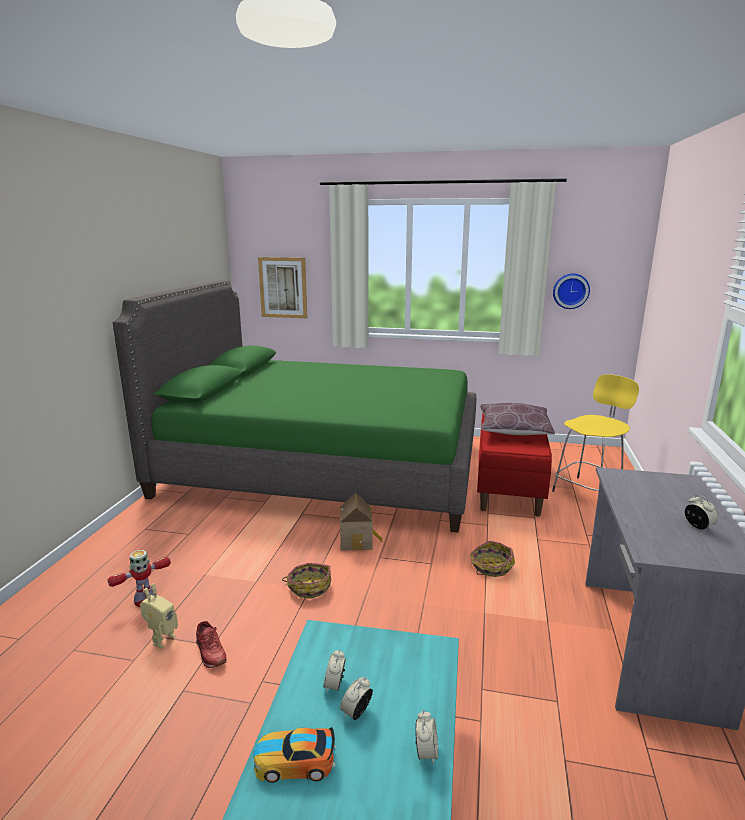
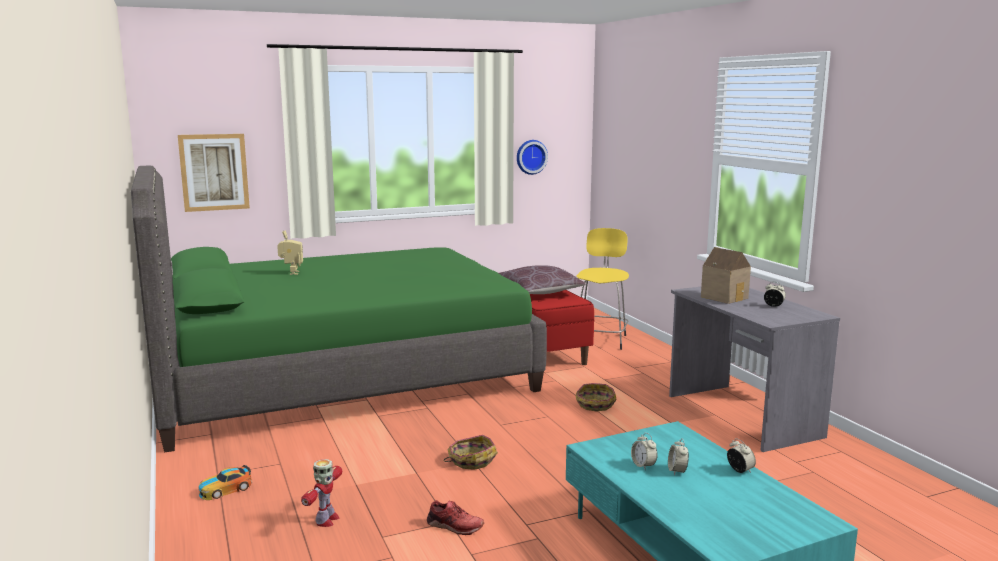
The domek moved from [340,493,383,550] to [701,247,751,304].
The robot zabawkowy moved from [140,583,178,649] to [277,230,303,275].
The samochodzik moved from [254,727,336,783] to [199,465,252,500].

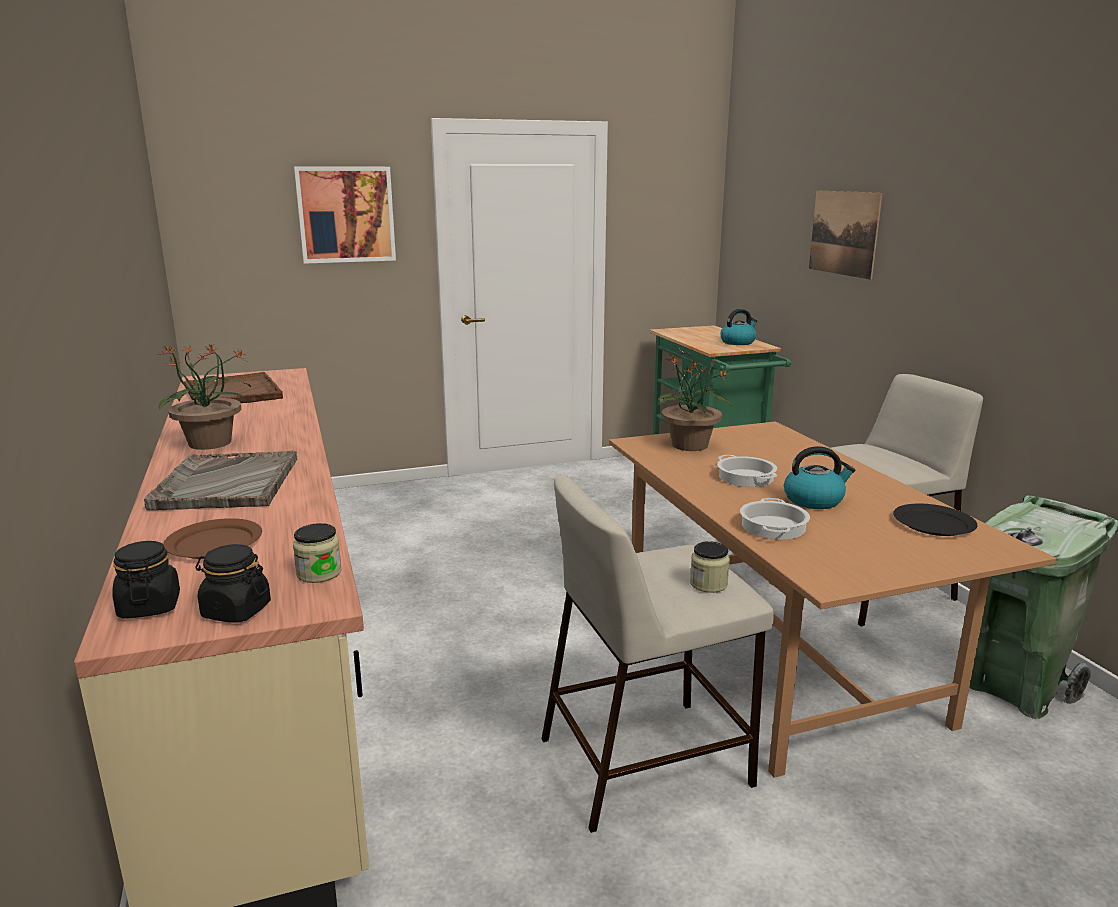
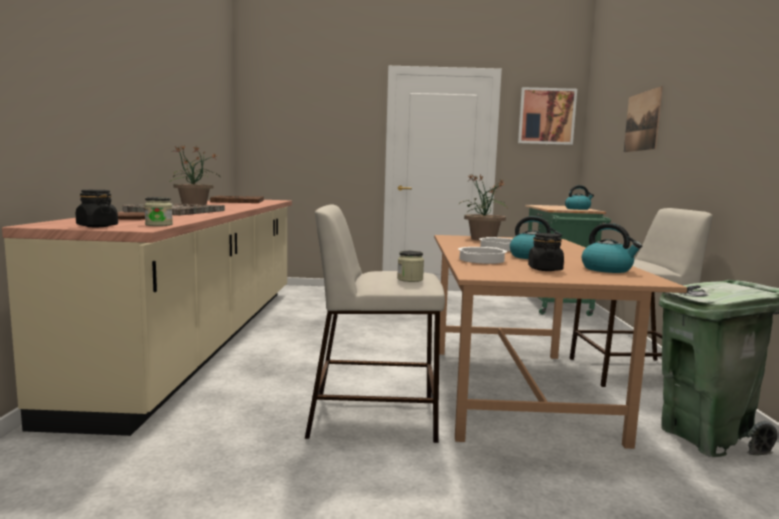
The obraz moved from [294,166,396,264] to [518,87,577,145].
The talerz/czarny at [893,504,977,536] was replaced by the czajnik at [582,223,642,273].
The słoik/czarny moved from [112,541,180,618] to [528,233,564,271].

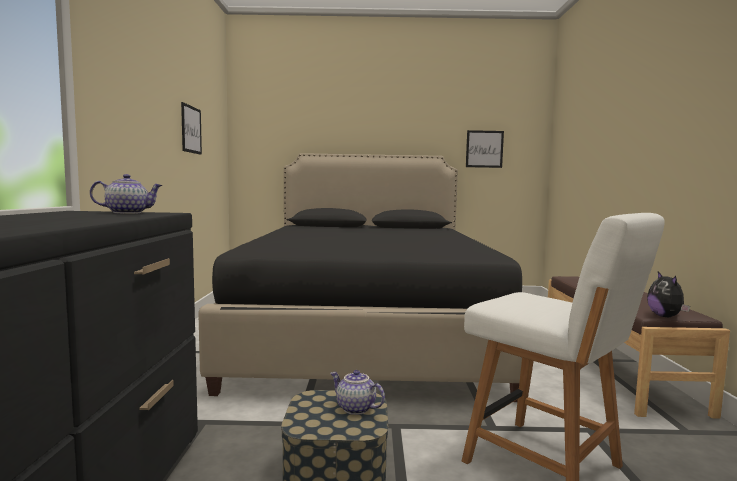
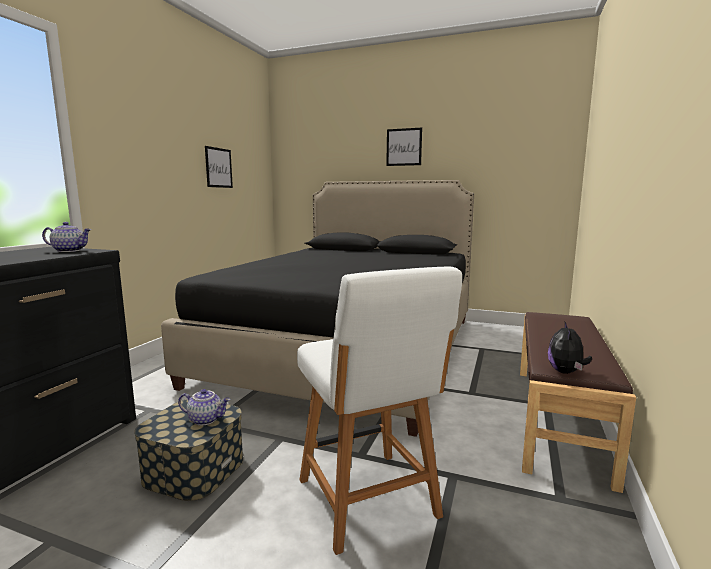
The obraz moved from [466,130,504,168] to [386,128,422,166].
The imbryk at [330,370,385,415] turned 135 degrees clockwise.

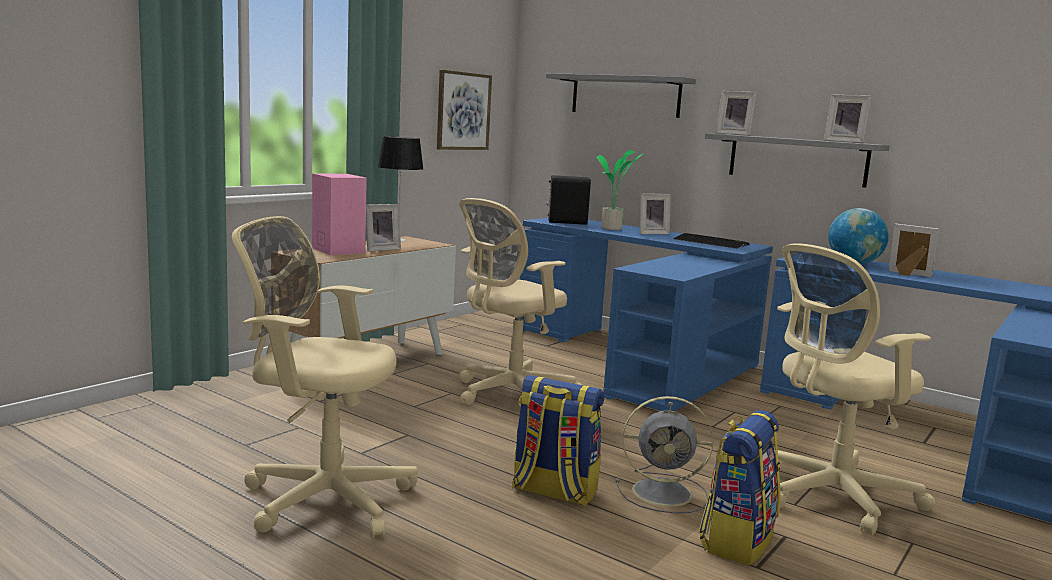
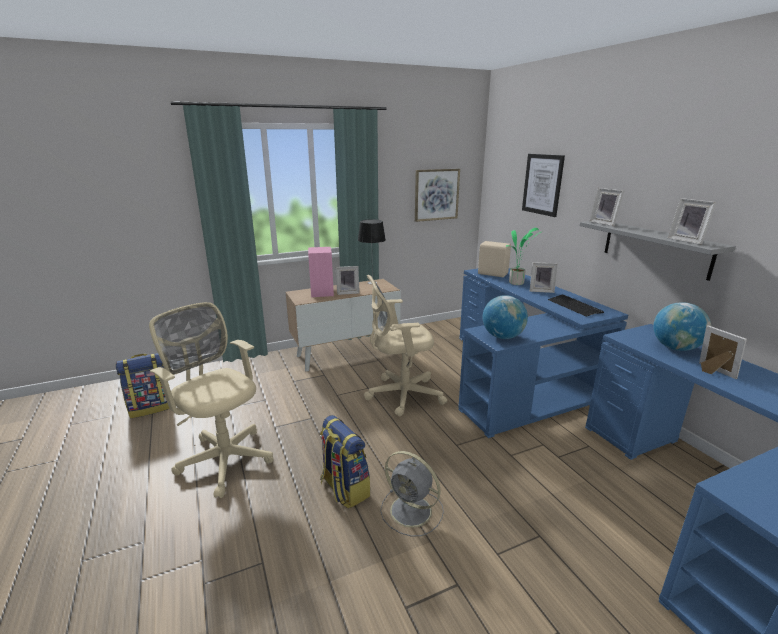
The półka/szary at [546,73,696,118] was replaced by the obraz at [522,154,565,217].
The głośnik/czarny at [546,175,591,225] became the głośnik/beżowy at [478,241,511,277].
The krzesło biurowe/beżowy at [774,243,935,535] disappeared.
The plecak moved from [699,410,780,566] to [115,353,170,419].
The globus at [483,295,528,339] appeared.

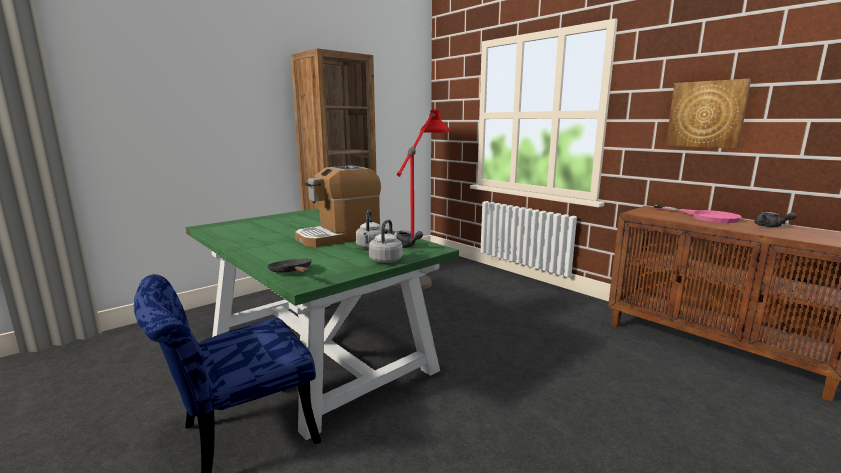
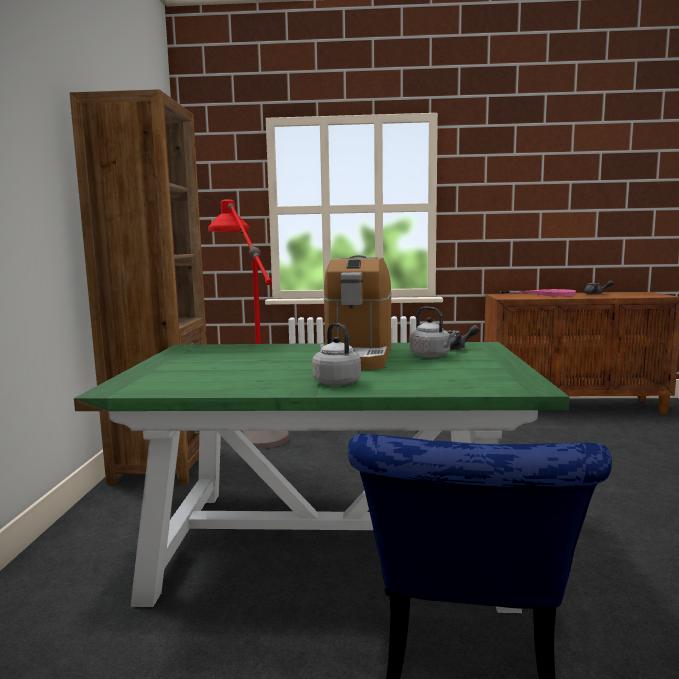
The obraz at [666,79,751,149] disappeared.
The czajnik/szary moved from [369,219,403,263] to [312,323,361,386].
The patelnia/czarny at [267,258,312,272] disappeared.

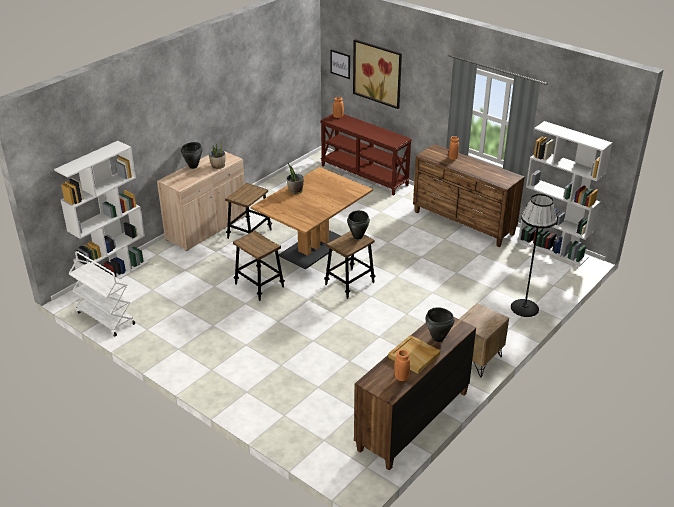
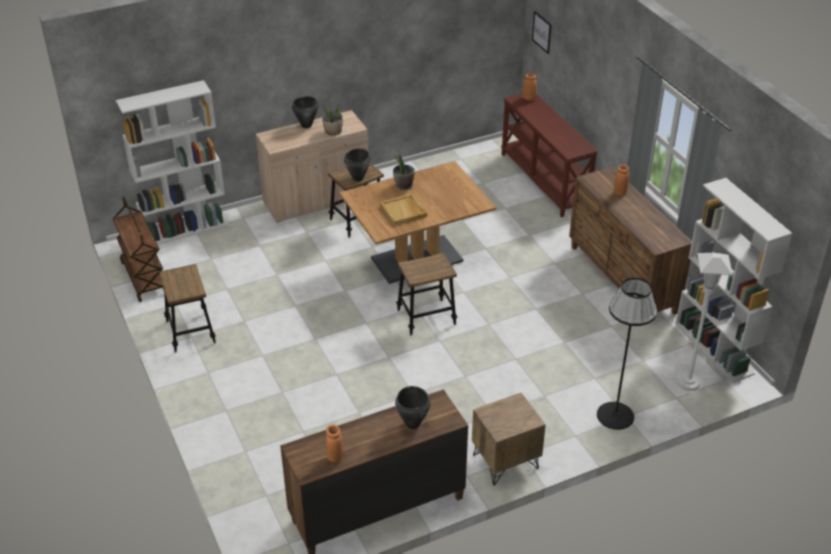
The obraz at [353,39,402,109] disappeared.
The garnek/czarny moved from [347,210,370,239] to [344,148,370,181].
The stołek moved from [233,230,285,301] to [159,264,216,353].
The wózek/biały at [68,251,135,337] became the wózek/brązowy at [113,197,164,302].
The taca/beżowy moved from [388,335,440,374] to [380,194,427,226].
The lampa stojąca/biały at [677,253,732,391] appeared.

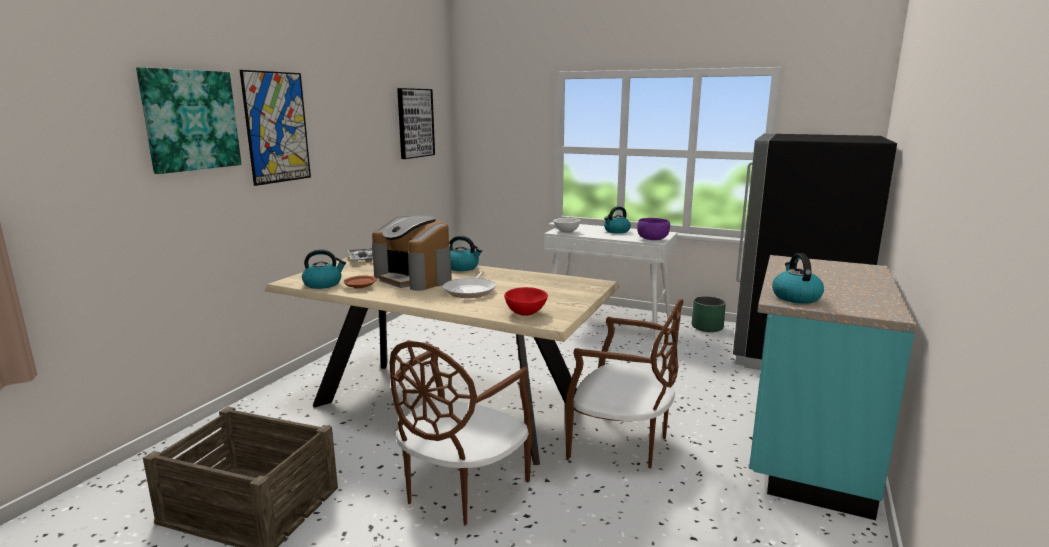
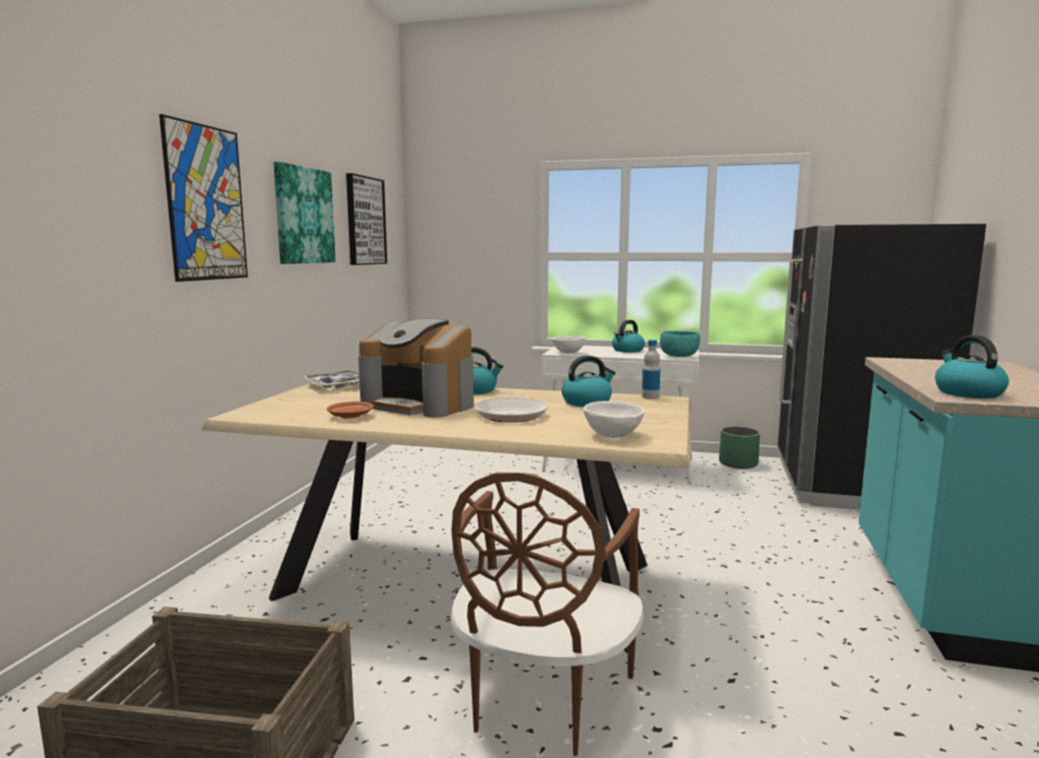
The obraz moved from [136,67,241,174] to [274,162,336,264].
The miska/fioletowy at [637,218,670,240] became the miska/turkusowy at [660,331,700,357].
The czajnik moved from [302,249,346,289] to [562,355,615,407].
The miska/czerwony at [504,287,548,316] became the miska/biały at [583,401,645,438].
The krzesło/brązowy at [565,299,683,468] disappeared.
The butelka at [642,340,660,399] appeared.

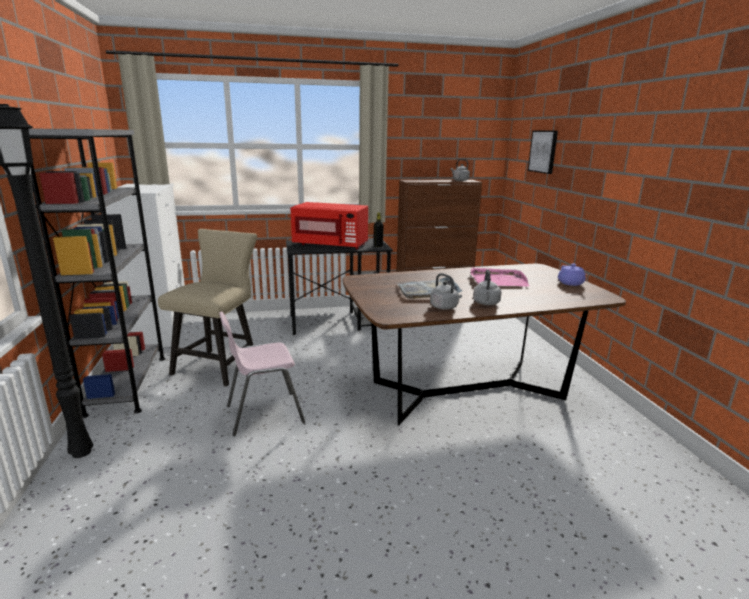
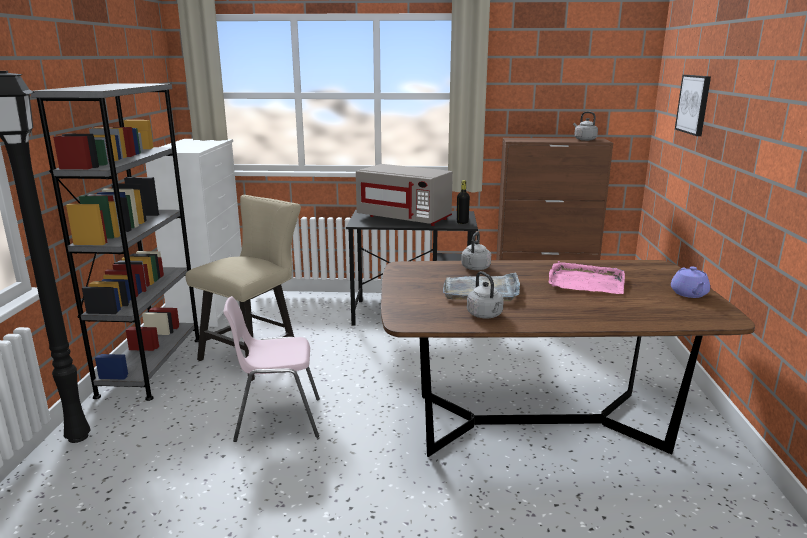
The mikrofalówka/czerwony at [290,202,368,249] became the mikrofalówka/szary at [356,164,453,226].
The czajnik/szary moved from [473,270,502,305] to [461,232,491,270].

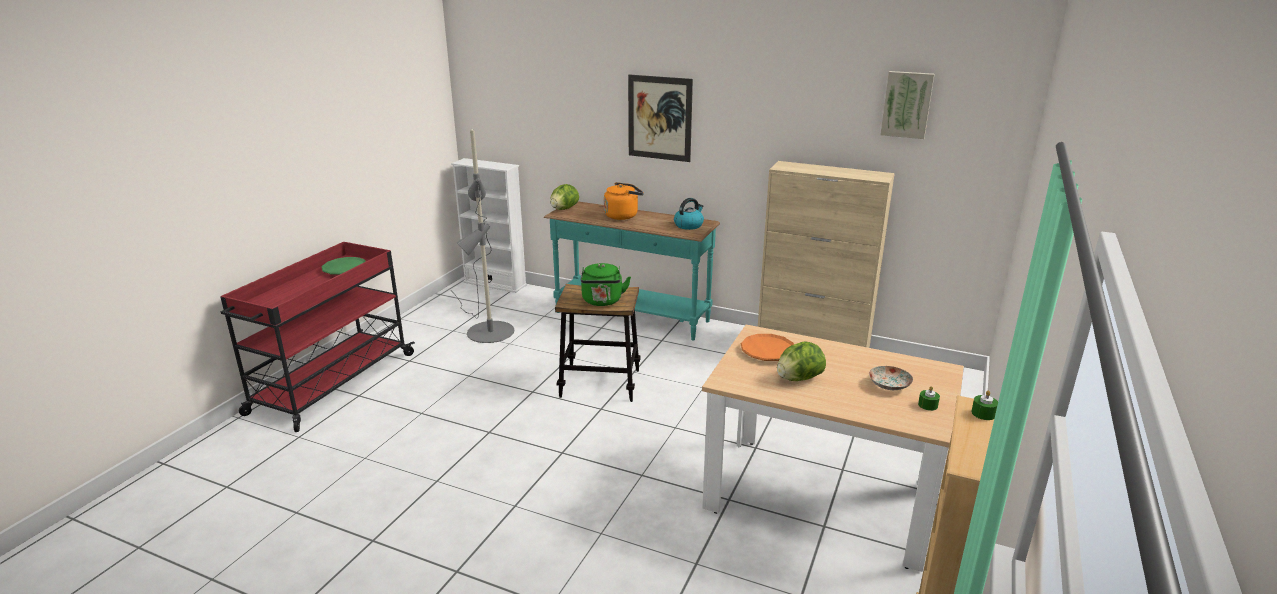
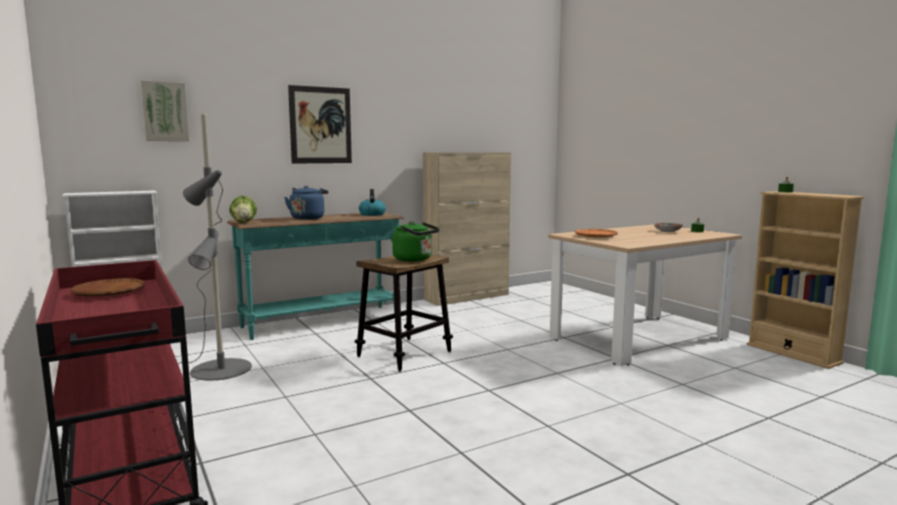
The obraz moved from [880,71,935,139] to [141,81,189,141].
The czajnik/pomarańczowy at [604,182,644,220] became the czajnik/niebieski at [284,186,328,220].
The talerz/zielony at [322,257,366,275] became the talerz/brązowy at [70,278,146,297].
The sałata at [777,341,826,381] disappeared.

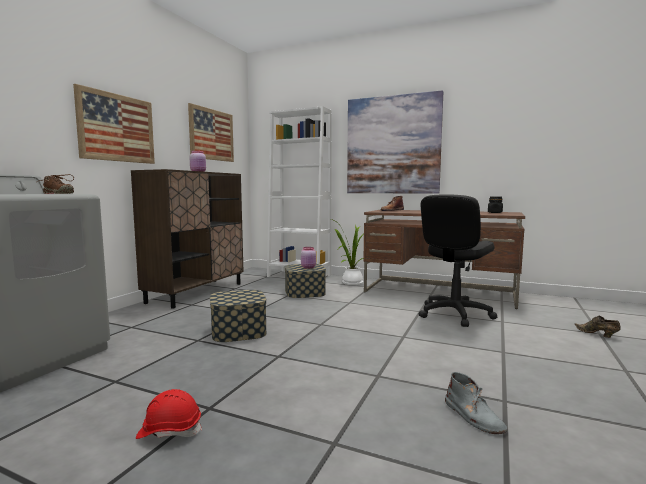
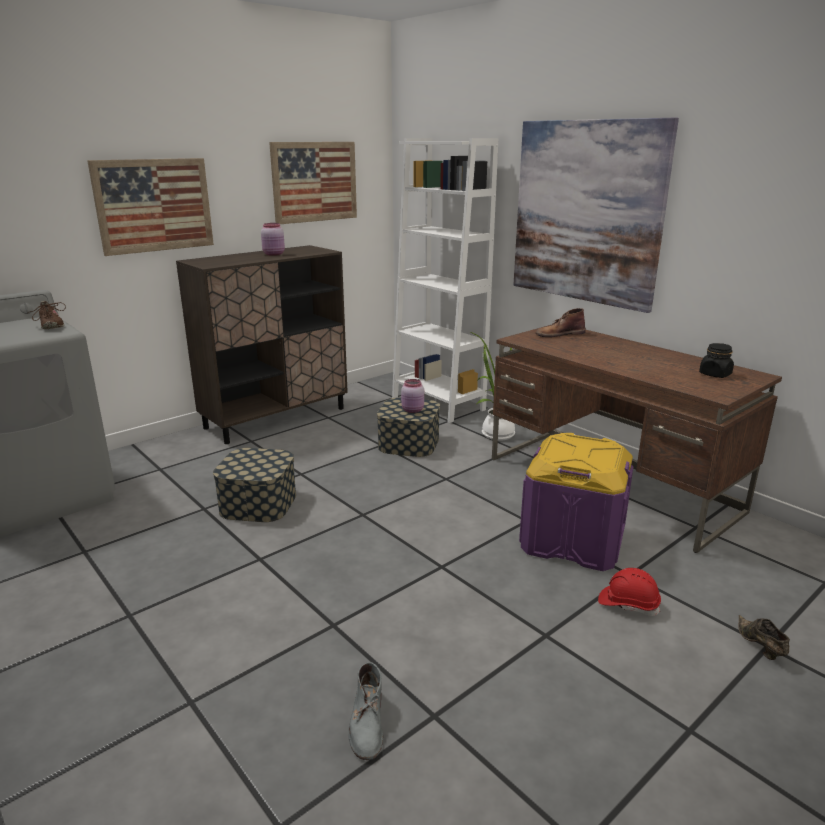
The krzesło biurowe/czarny at [419,194,497,327] was replaced by the pojemnik do przechowywania/fioletowy at [519,433,633,571].
The kask/czerwony moved from [136,389,202,439] to [598,568,661,616].

